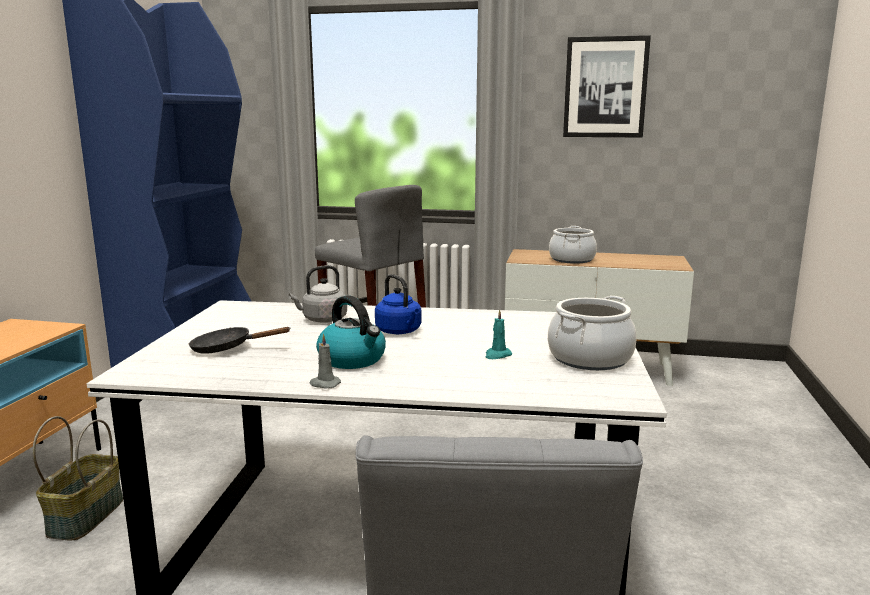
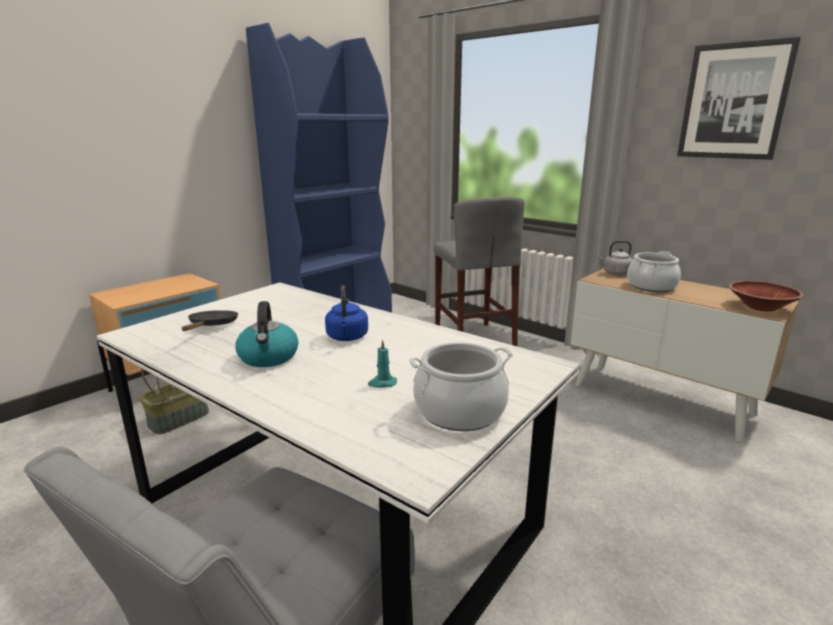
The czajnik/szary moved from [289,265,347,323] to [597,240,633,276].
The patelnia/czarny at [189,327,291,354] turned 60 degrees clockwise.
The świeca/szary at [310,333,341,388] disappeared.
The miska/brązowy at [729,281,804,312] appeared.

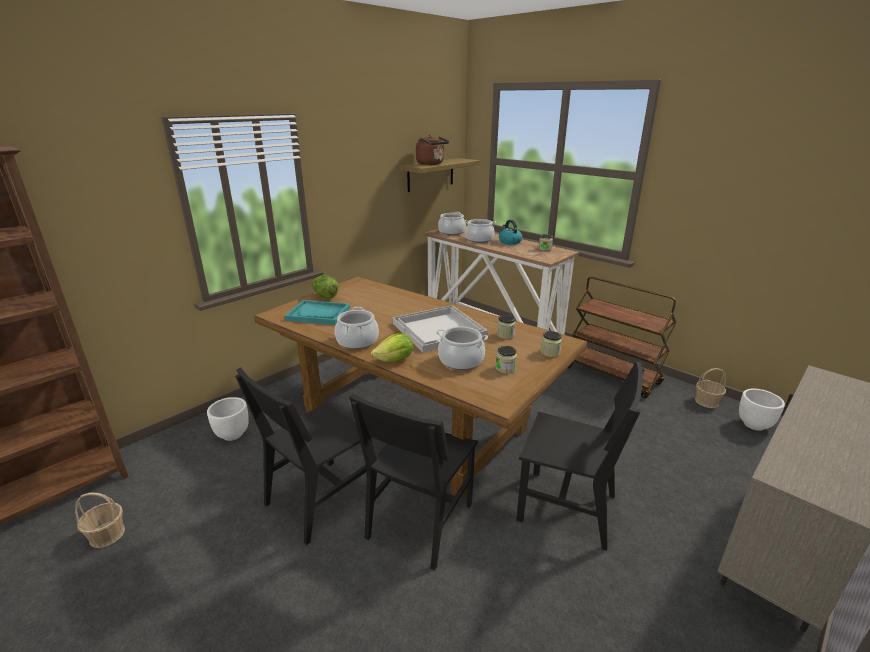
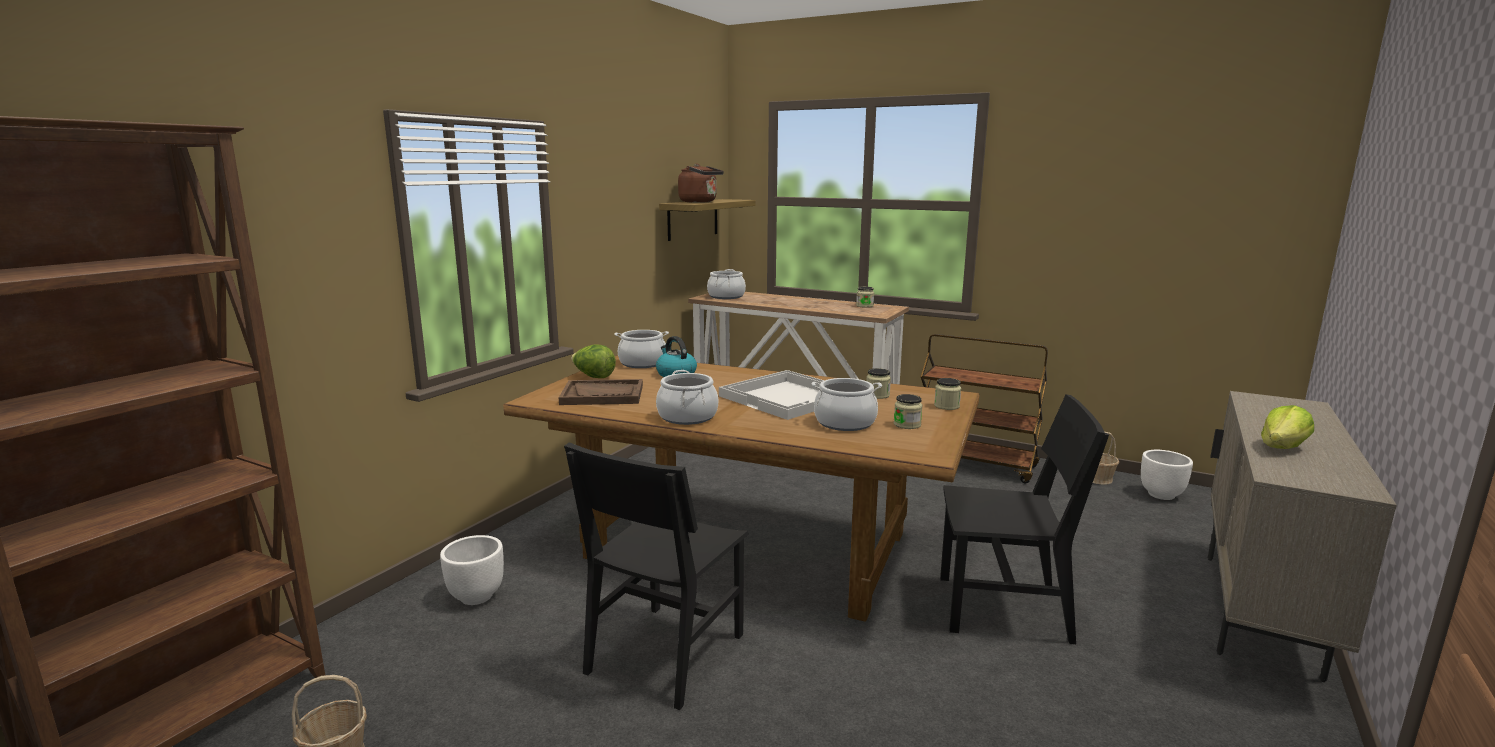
The garnek moved from [464,219,496,243] to [614,330,669,368].
The czajnik moved from [499,220,522,245] to [656,336,697,377].
The taca/turkusowy at [285,300,350,325] became the taca/brązowy at [559,379,643,405].
The sałata moved from [371,333,414,362] to [1261,405,1314,449].
The krzesło/czarny at [349,393,478,570] disappeared.

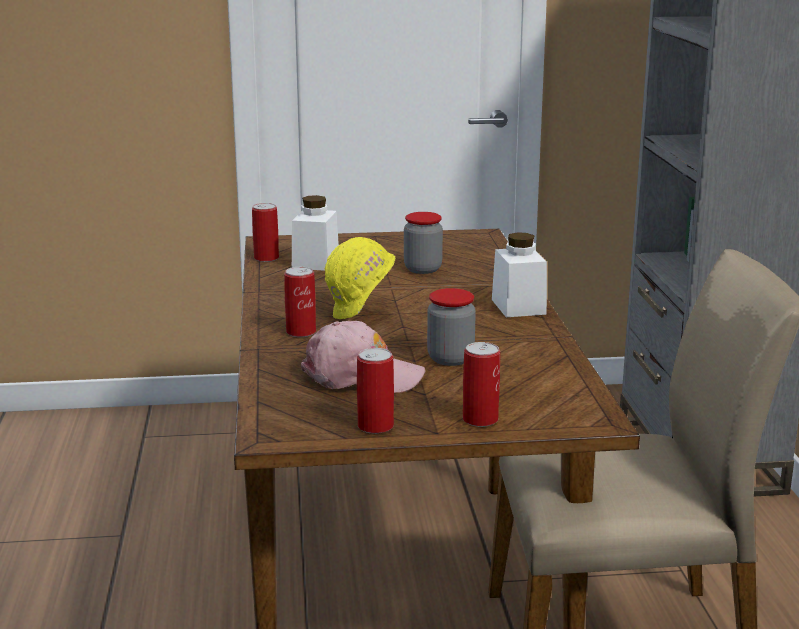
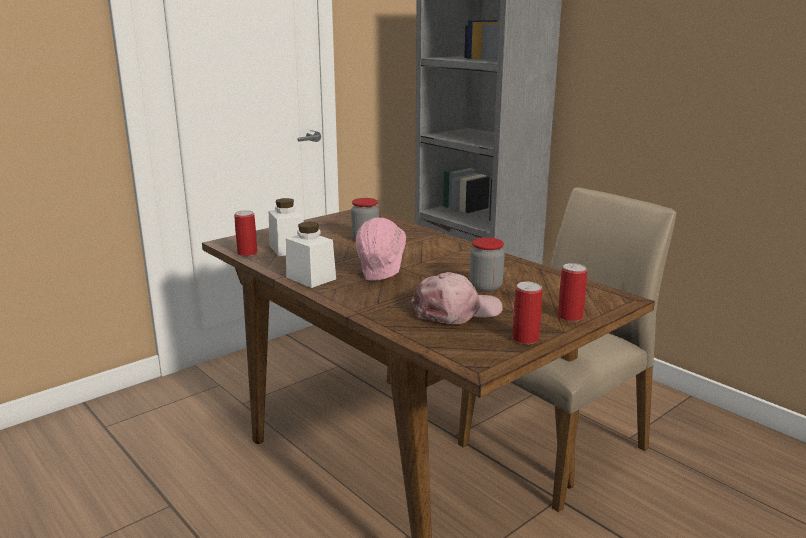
The słoik/biały moved from [492,232,547,317] to [286,222,336,288].
The kask/żółty at [324,237,395,319] became the kask/różowy at [356,218,406,281].
The puszka at [284,267,316,337] disappeared.

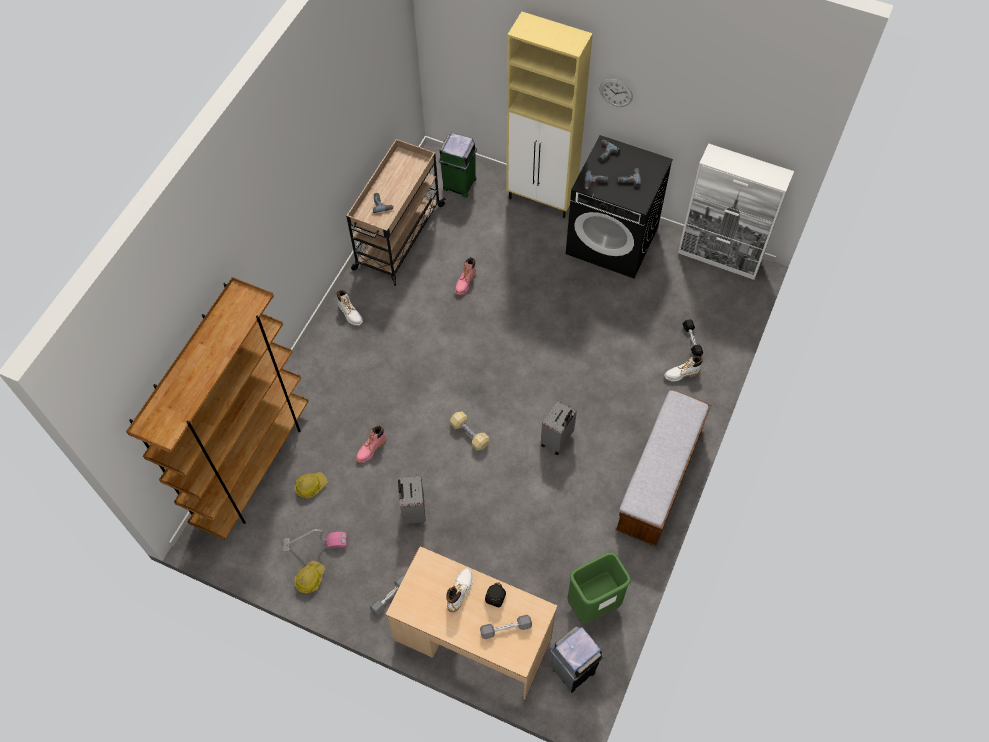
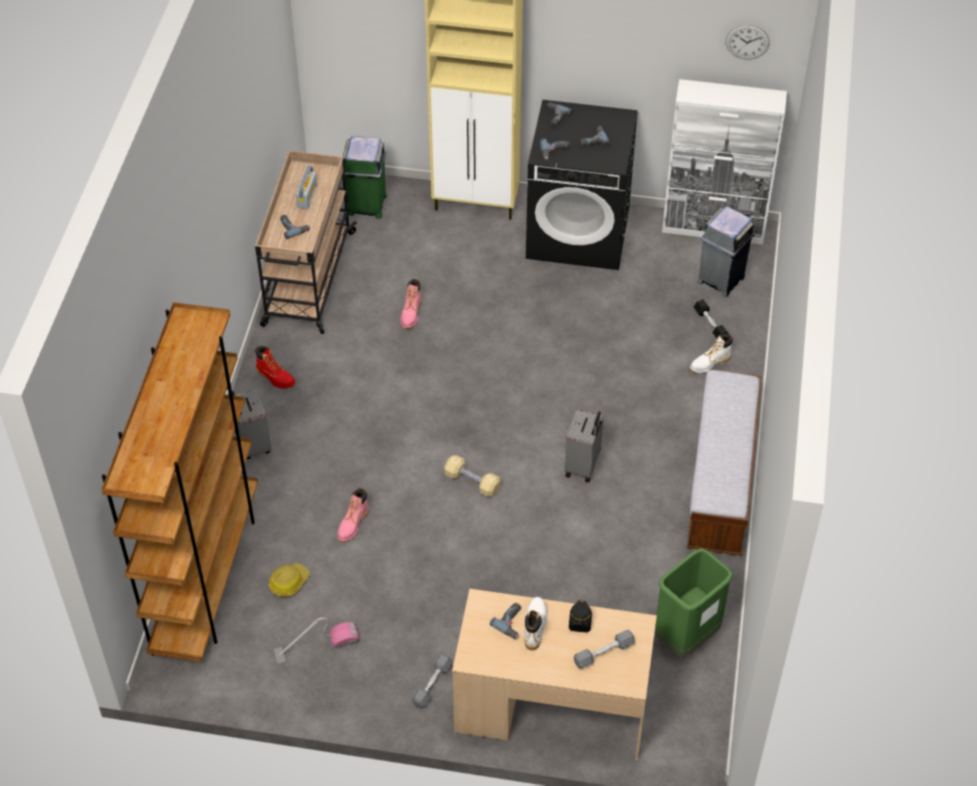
The zegar ścienny moved from [600,79,633,107] to [725,24,770,59].
The but z cholewką/biały at [337,290,363,326] became the but z cholewką/czerwony at [255,346,295,389].
The walizka/szary moved from [398,475,426,524] to [232,389,272,459].
The kask at [295,561,325,594] disappeared.
The kosz na śmieci/szary moved from [549,626,604,693] to [697,206,755,297].
The radio at [296,166,317,209] appeared.
The wiertarka at [490,603,521,639] appeared.

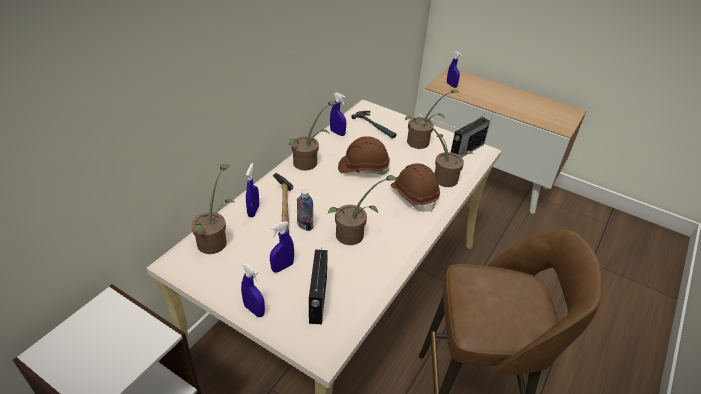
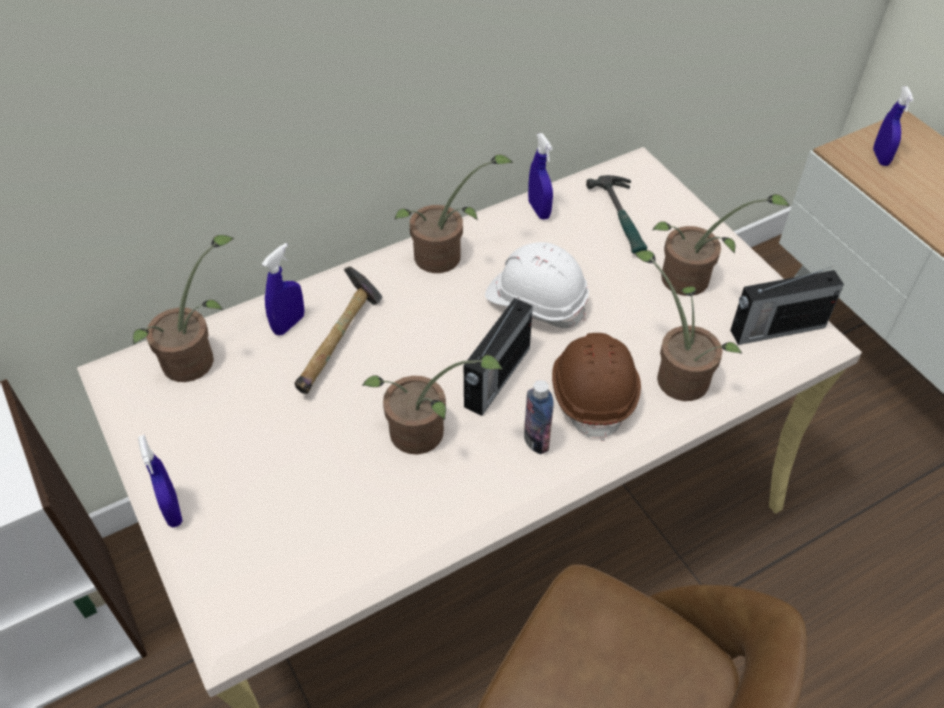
The kask/brązowy at [338,136,390,175] became the kask/biały at [485,242,589,328].
The butelka moved from [297,189,313,231] to [524,380,554,454].
The spryskiwacz/niebieski at [270,221,294,273] disappeared.
The radio moved from [309,249,328,324] to [464,297,533,416].

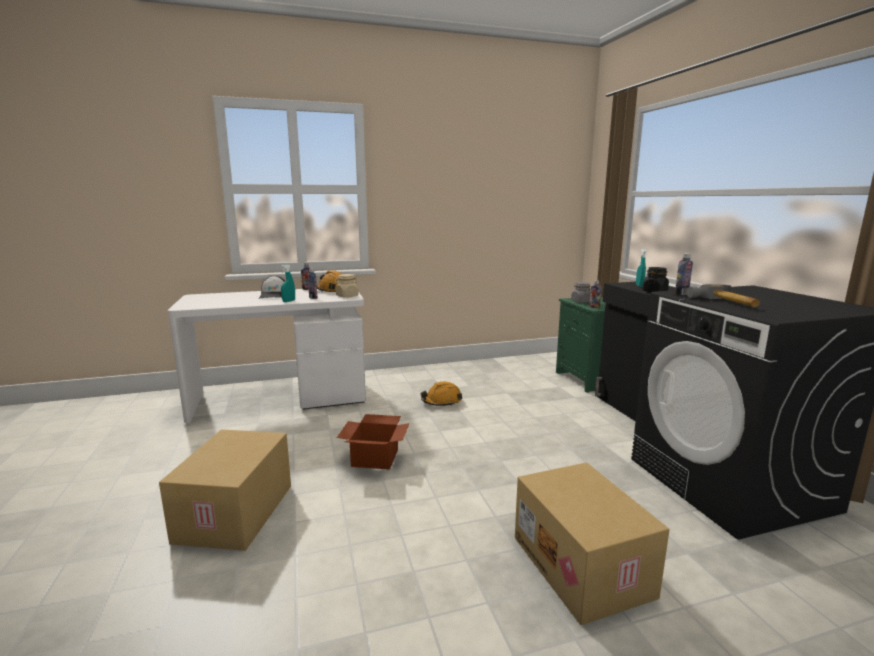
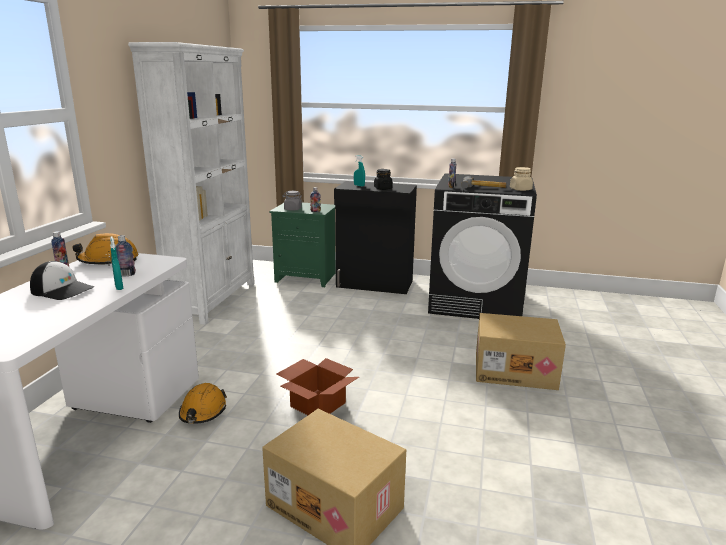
The słoik/beżowy moved from [335,274,359,298] to [510,167,533,191].
The kask/pomarańczowy moved from [421,382,462,406] to [179,383,227,424].
The regał/biały at [128,42,255,325] appeared.

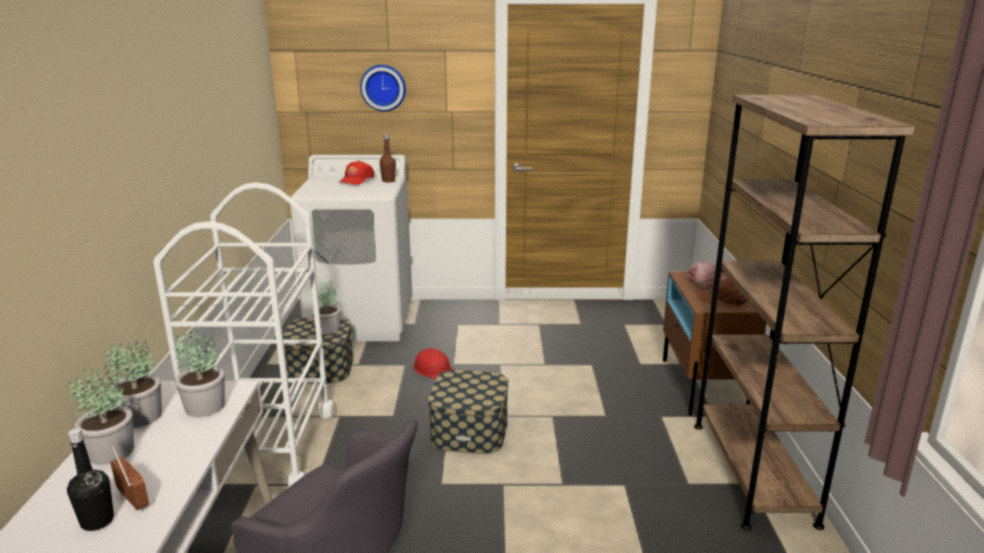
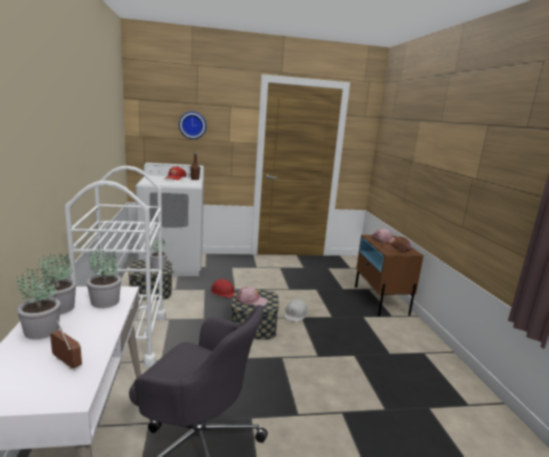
The regał/brązowy at [694,95,915,530] disappeared.
The butelka/czarny at [67,428,114,531] disappeared.
The czapka z daszkiem/różowy at [236,287,268,306] appeared.
The kask/biały at [285,299,308,322] appeared.

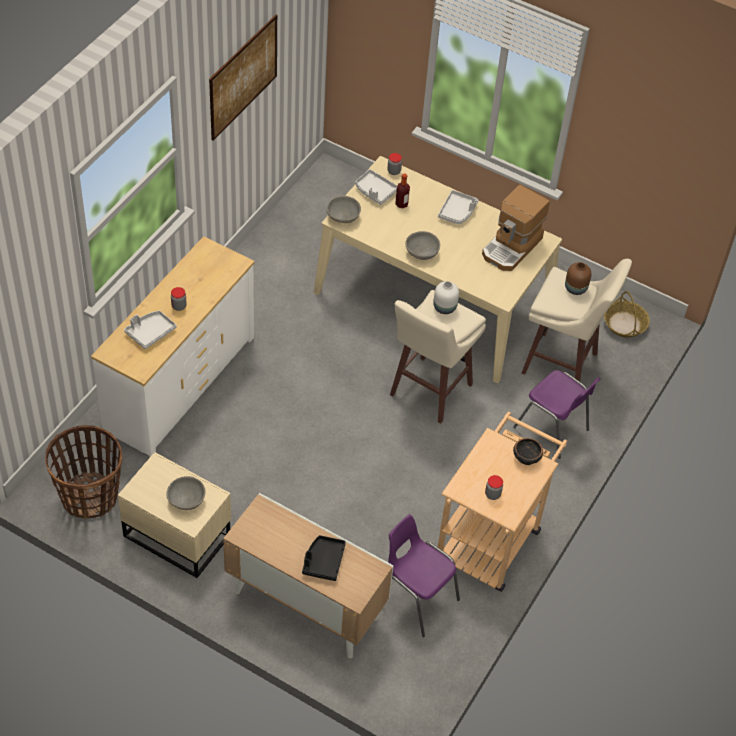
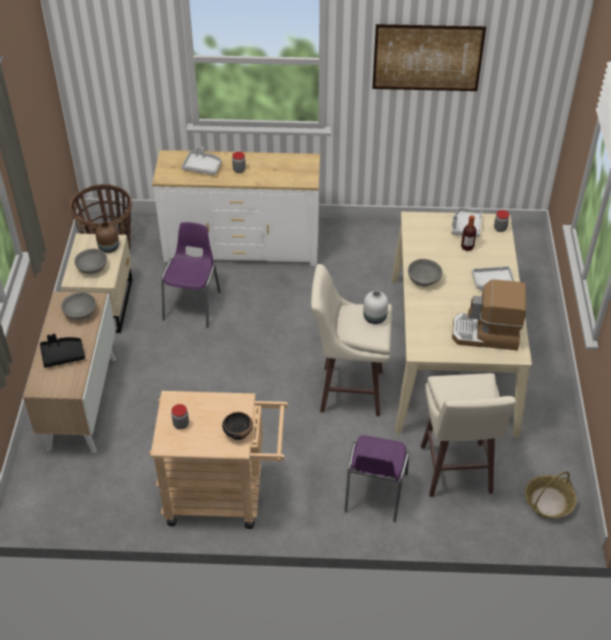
The miska/szary moved from [327,196,361,223] to [61,292,96,320].
The wazon/brązowy moved from [565,262,591,295] to [95,222,119,253].
The krzesło/fioletowy moved from [388,514,460,637] to [161,222,220,328].

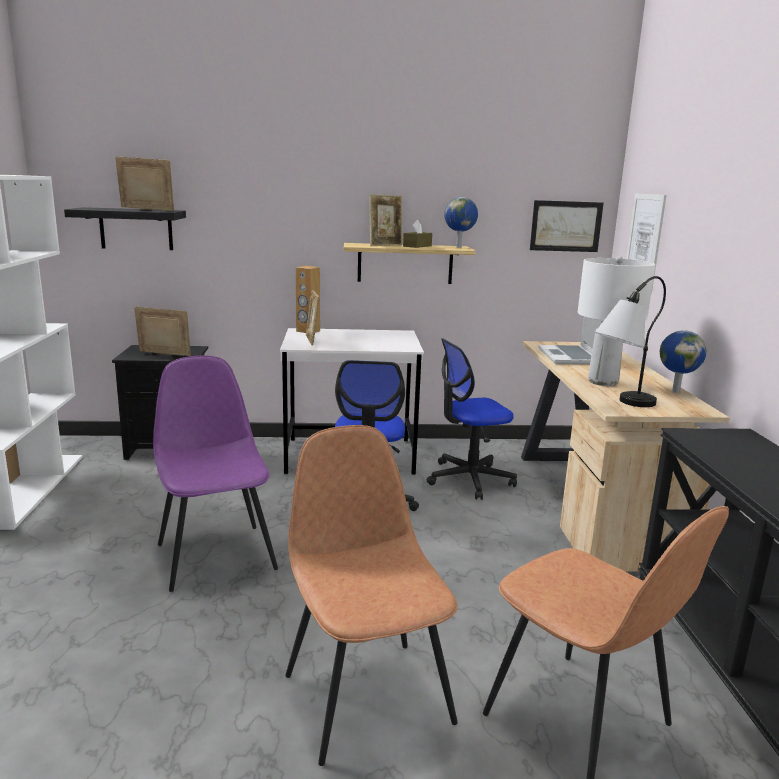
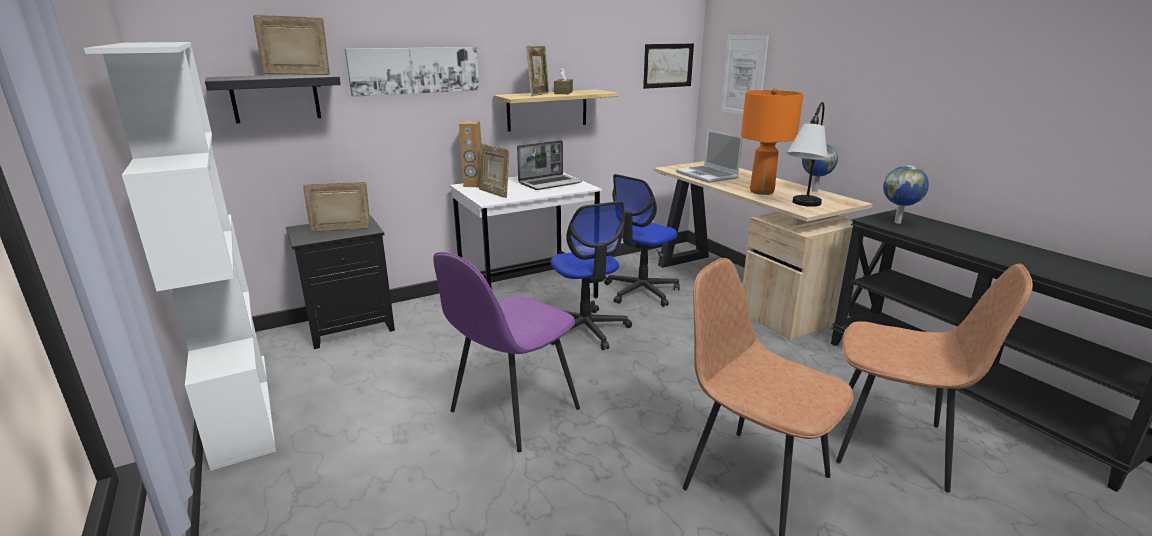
The globus moved from [444,197,478,248] to [883,165,929,224].
The lampa stołowa/biały at [578,256,656,386] became the lampa stołowa/pomarańczowy at [741,88,804,195].
The krzesło/fioletowy at [153,355,278,592] turned 90 degrees counterclockwise.
The obraz at [345,47,479,97] appeared.
The laptop at [517,140,582,190] appeared.

